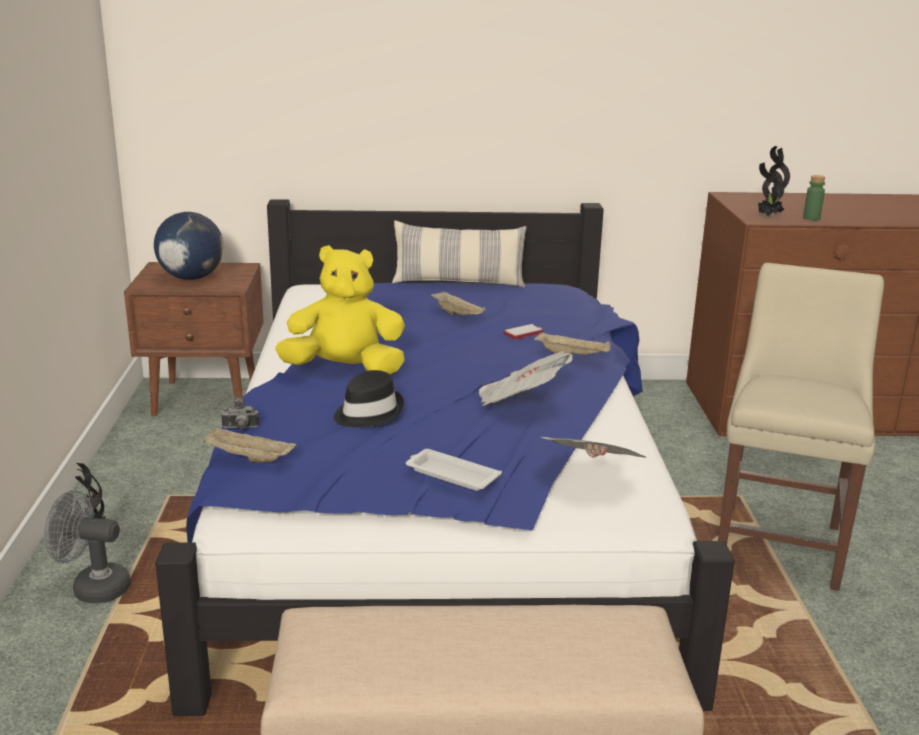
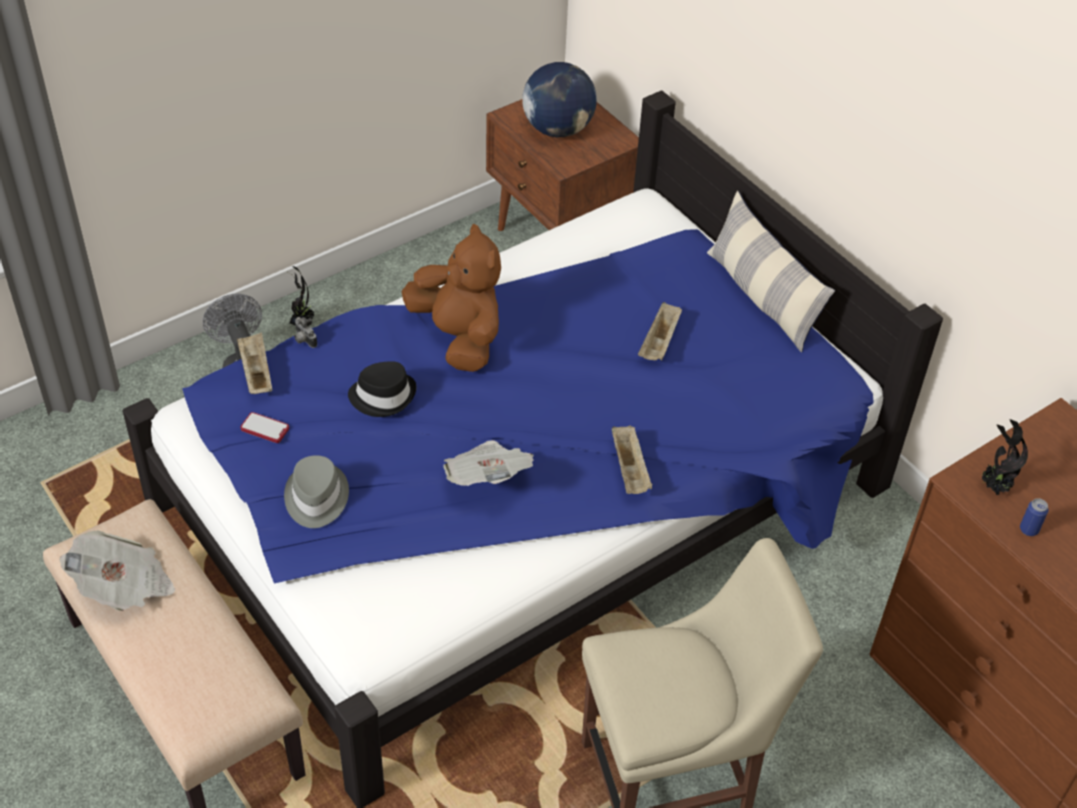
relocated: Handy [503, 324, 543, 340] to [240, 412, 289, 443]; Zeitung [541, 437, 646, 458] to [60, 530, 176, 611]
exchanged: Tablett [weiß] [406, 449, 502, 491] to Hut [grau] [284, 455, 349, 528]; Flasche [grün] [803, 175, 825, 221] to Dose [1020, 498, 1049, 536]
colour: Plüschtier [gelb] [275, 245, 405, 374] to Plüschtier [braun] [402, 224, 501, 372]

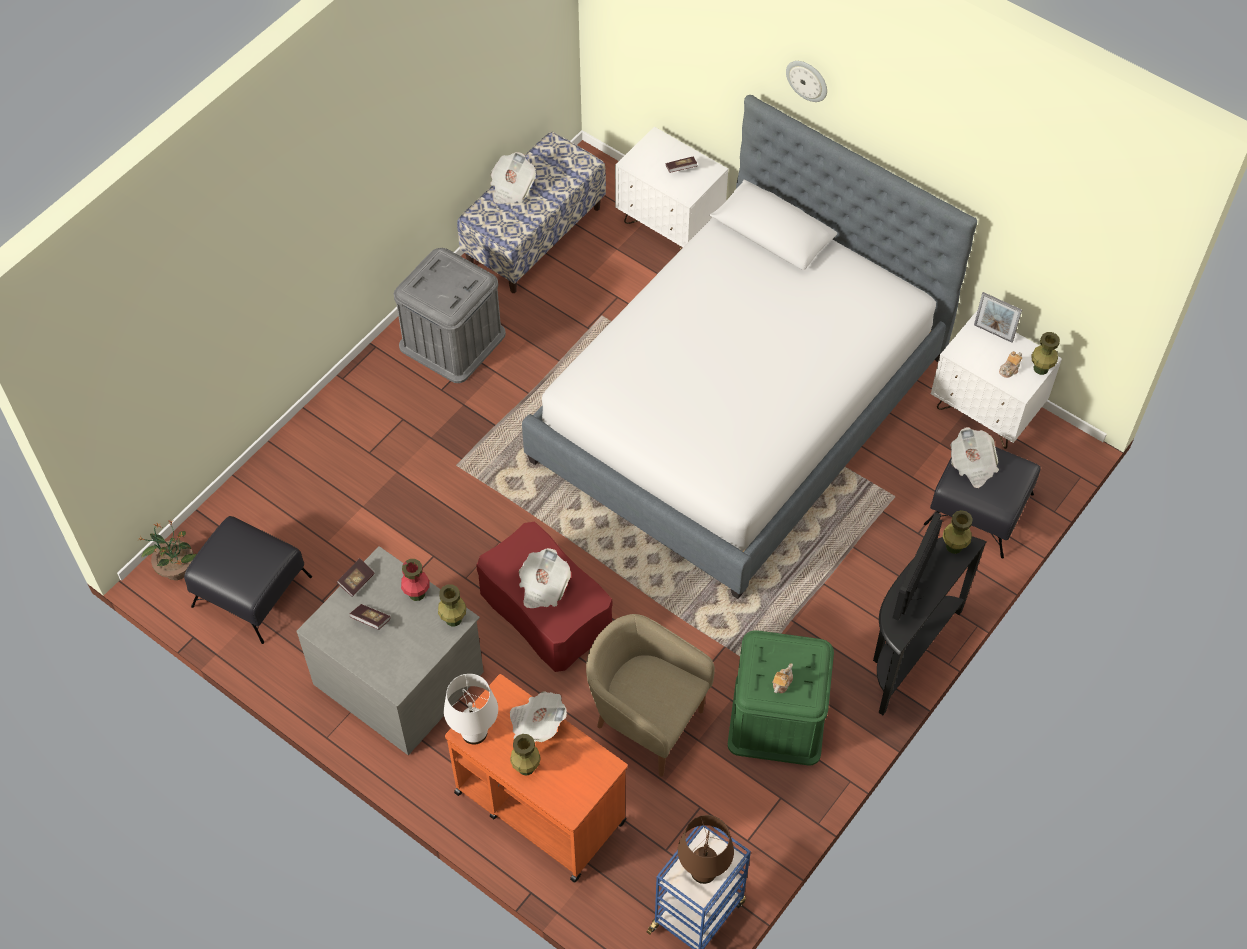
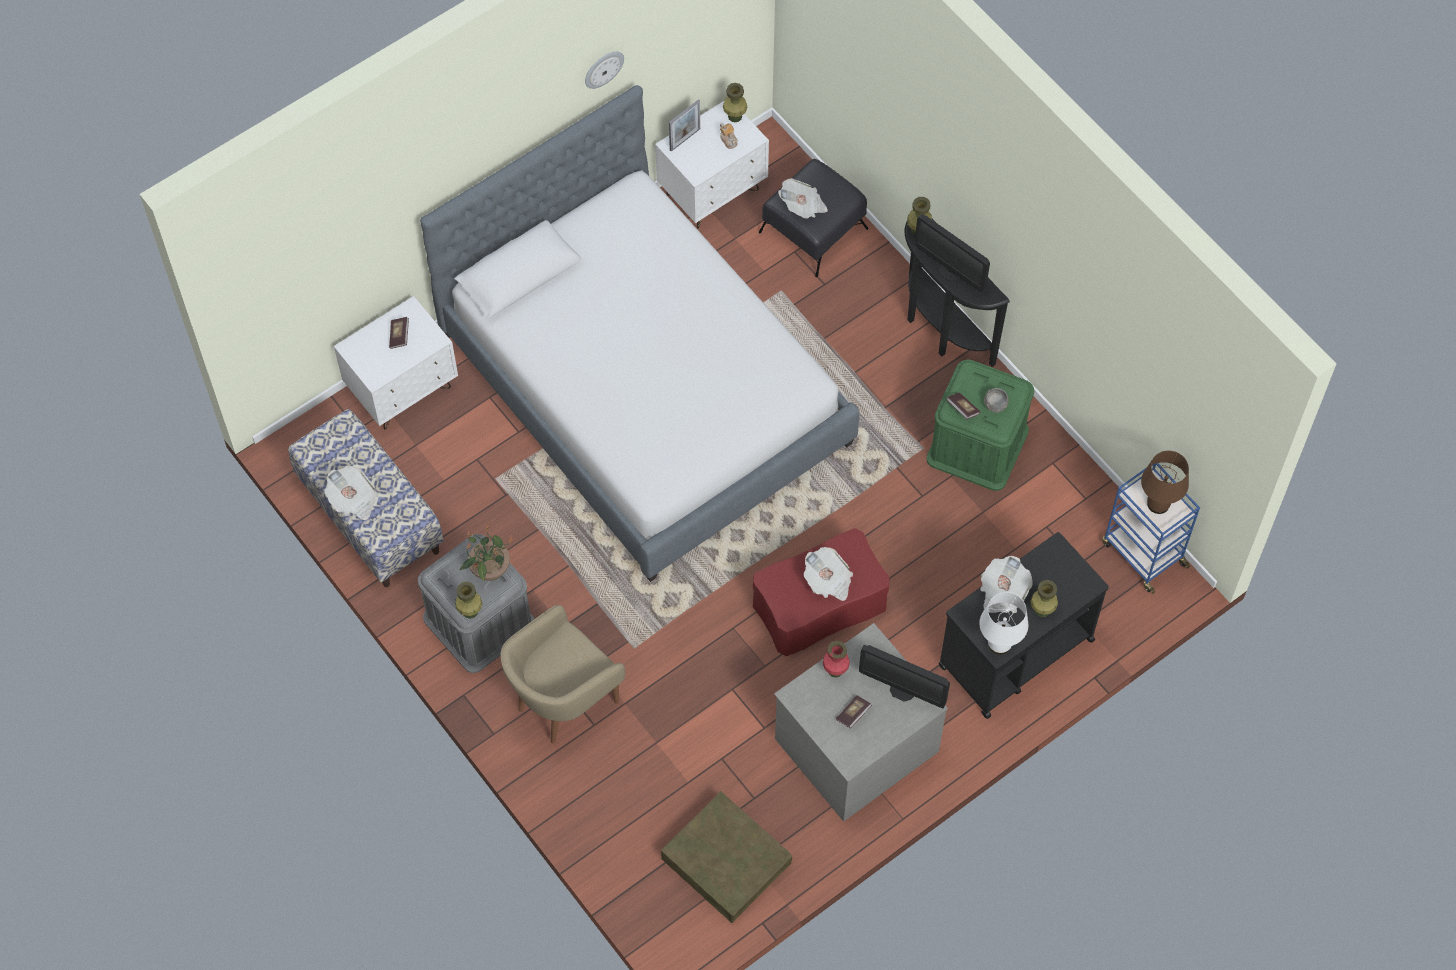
appeared: Monitor [859, 645, 950, 708]
relocated: Topfpflanze [137, 519, 197, 580] to [459, 526, 514, 582]; Buch [337, 558, 375, 597] to [947, 393, 980, 419]; Vase [grün] [438, 585, 466, 626] to [455, 582, 482, 619]; Sessel [beige] [586, 614, 715, 777] to [500, 605, 625, 744]; Wanduhr [786, 61, 827, 102] to [585, 52, 624, 89]
exchanged: Polsterhocker [schwarz] [184, 516, 312, 644] to Aufbewahrungsbox [braun] [661, 791, 792, 923]; Teekanne [772, 663, 793, 693] to Schüssel [grau] [984, 388, 1009, 413]
colour: Rollwagen [orange] [445, 674, 628, 883] to Rollwagen [schwarz] [939, 532, 1109, 719]

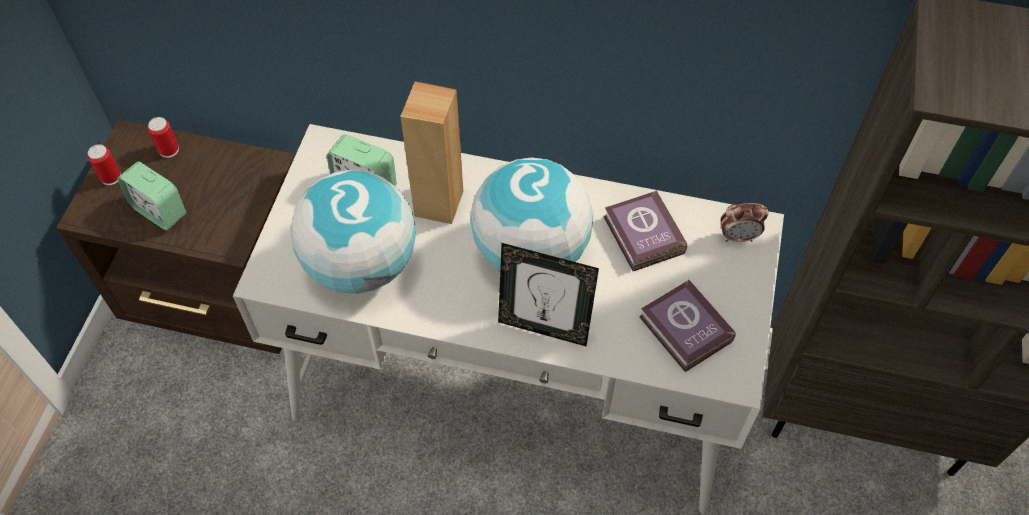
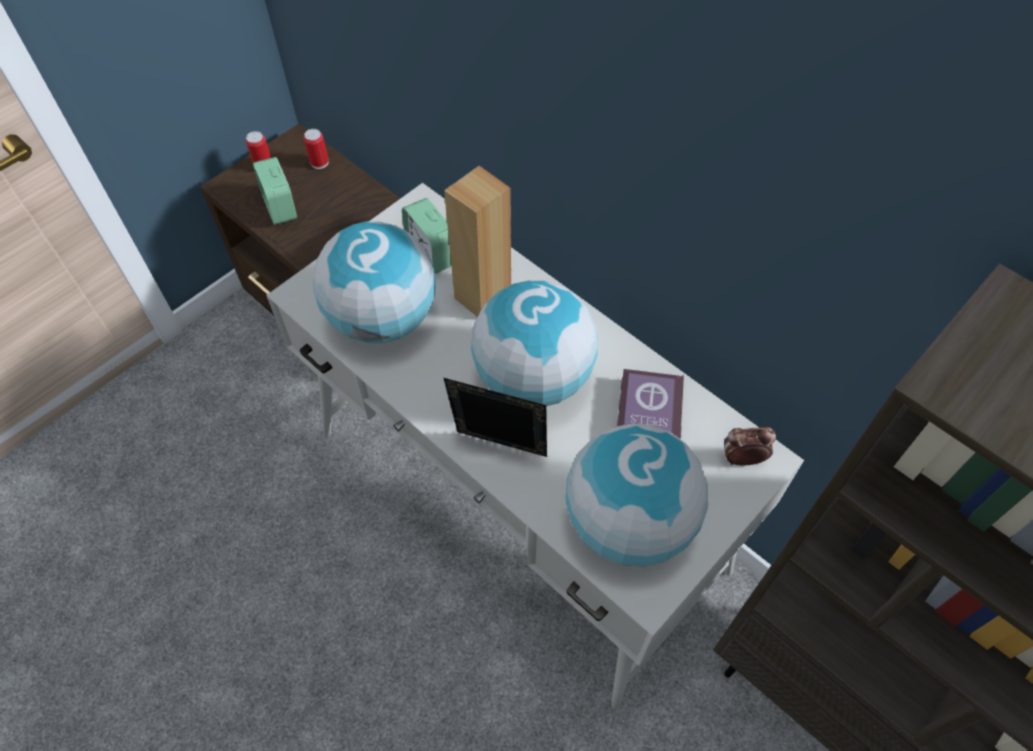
exchanged: Buch [639, 279, 736, 372] to Globus [566, 423, 708, 567]
spun: Bilderrahmen [498, 243, 599, 346] = [444, 378, 547, 457] 150 degrees clockwise; Wecker [721, 203, 768, 242] = [724, 427, 776, 466] 150 degrees clockwise

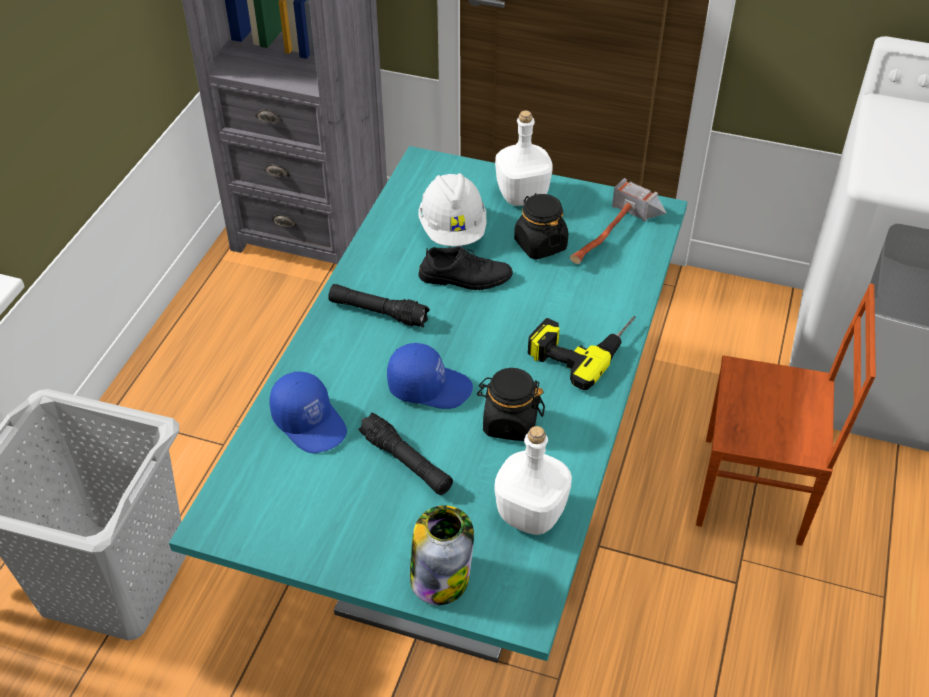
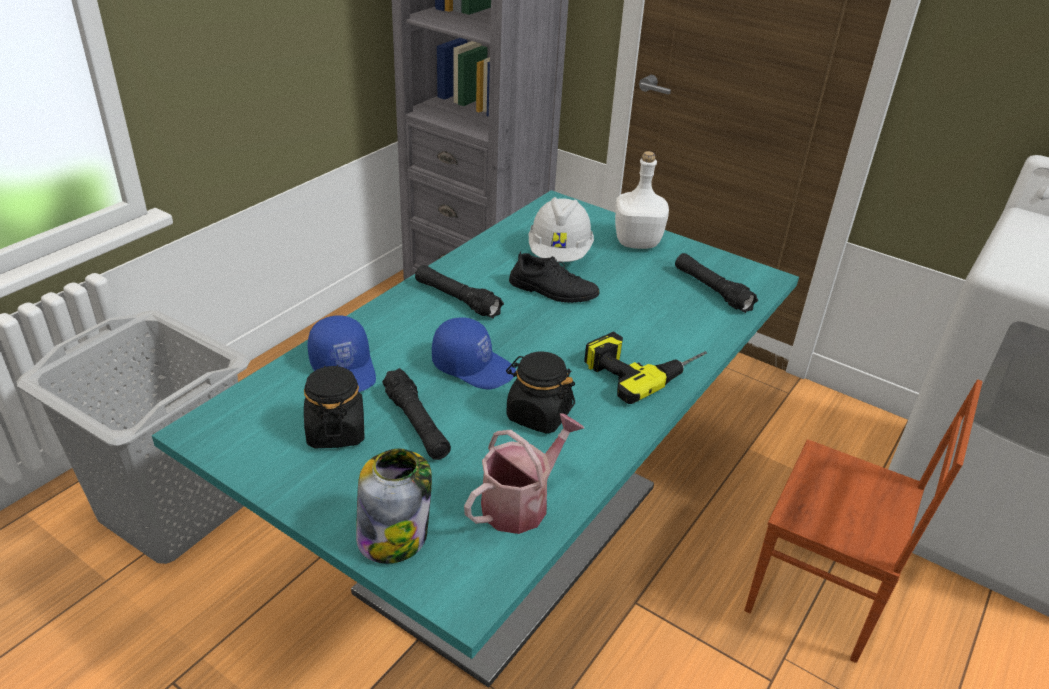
relocated: Vorratsglas [schwarz] [514, 193, 568, 260] to [304, 365, 365, 449]
exchanged: Flasche [weiß] [494, 426, 572, 535] to Gießkanne [464, 413, 584, 534]; Hammer [570, 178, 667, 264] to Taschenlampe [schwarz] [675, 253, 758, 313]

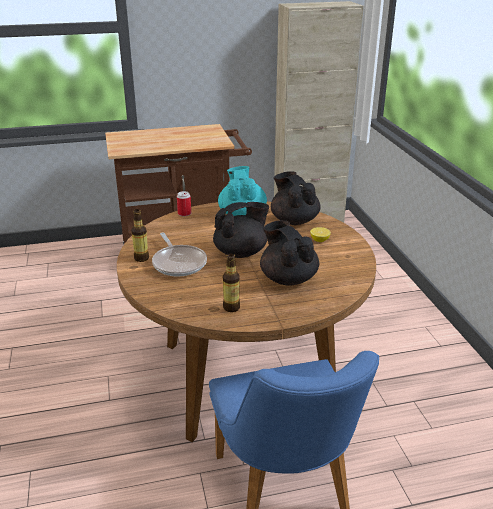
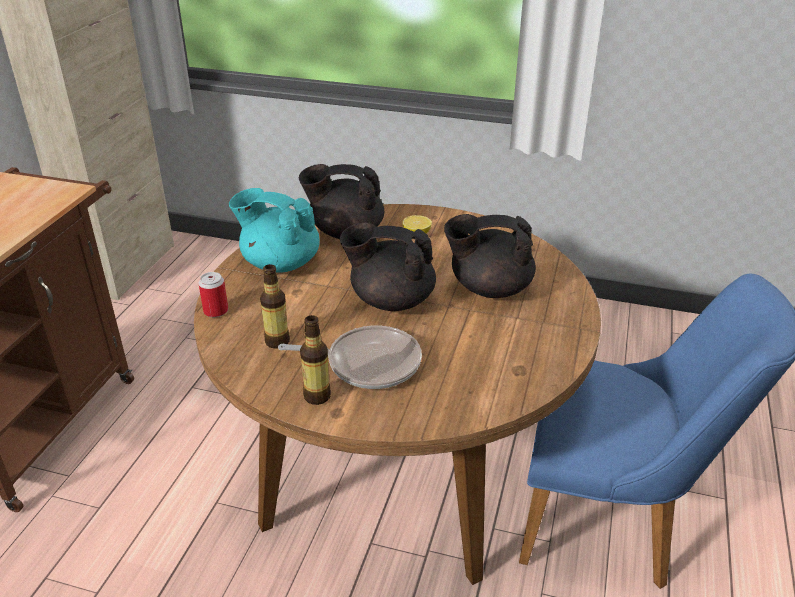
relocated: Flasche [223, 254, 240, 312] to [260, 264, 290, 349]
spun: Teekanne [schwarz] [213, 202, 269, 258] = [340, 222, 436, 311] 75 degrees counterclockwise

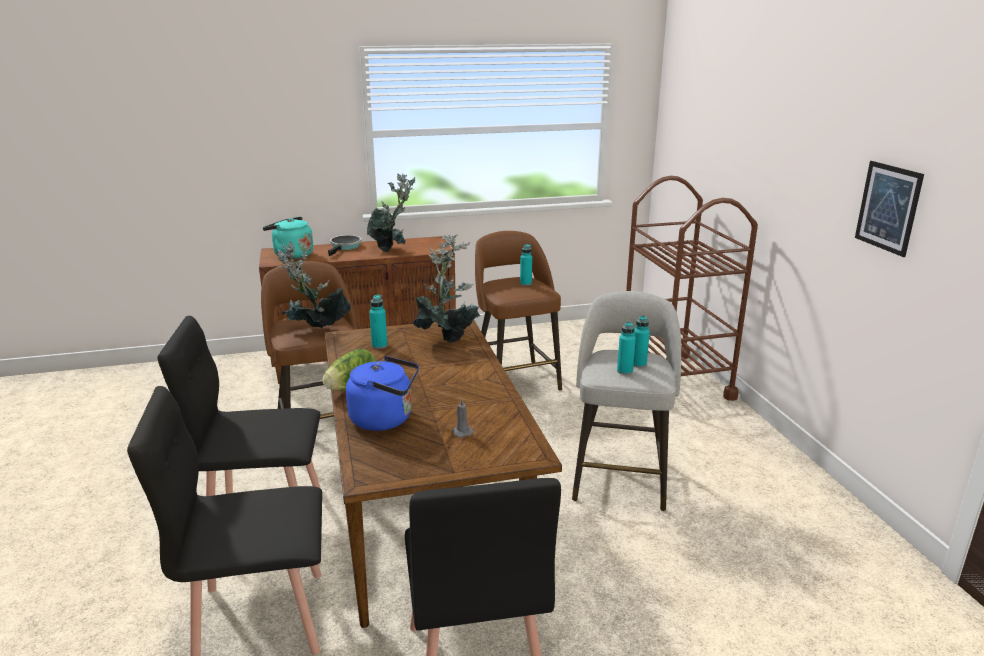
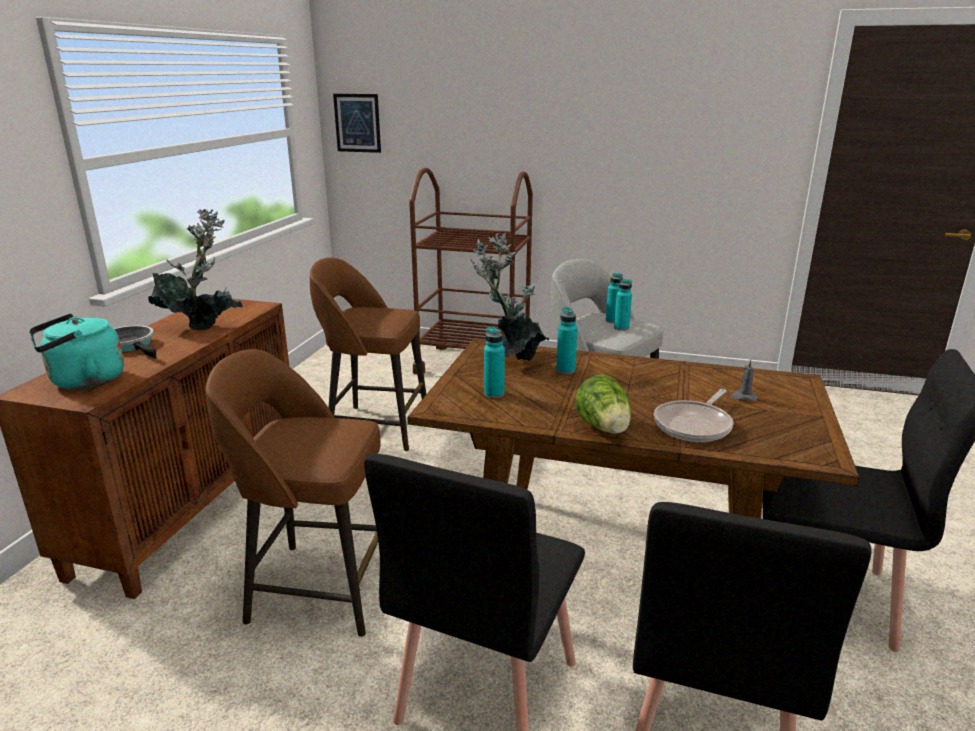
missing: Topfpflanze [277, 242, 351, 328]
relocated: Flasche [türkis] [520, 244, 532, 286] to [556, 307, 578, 374]; Bild [855, 161, 924, 257] to [333, 94, 381, 153]
exchanged: Wasserkessel [blau] [346, 356, 419, 431] to Pfanne [654, 389, 733, 442]

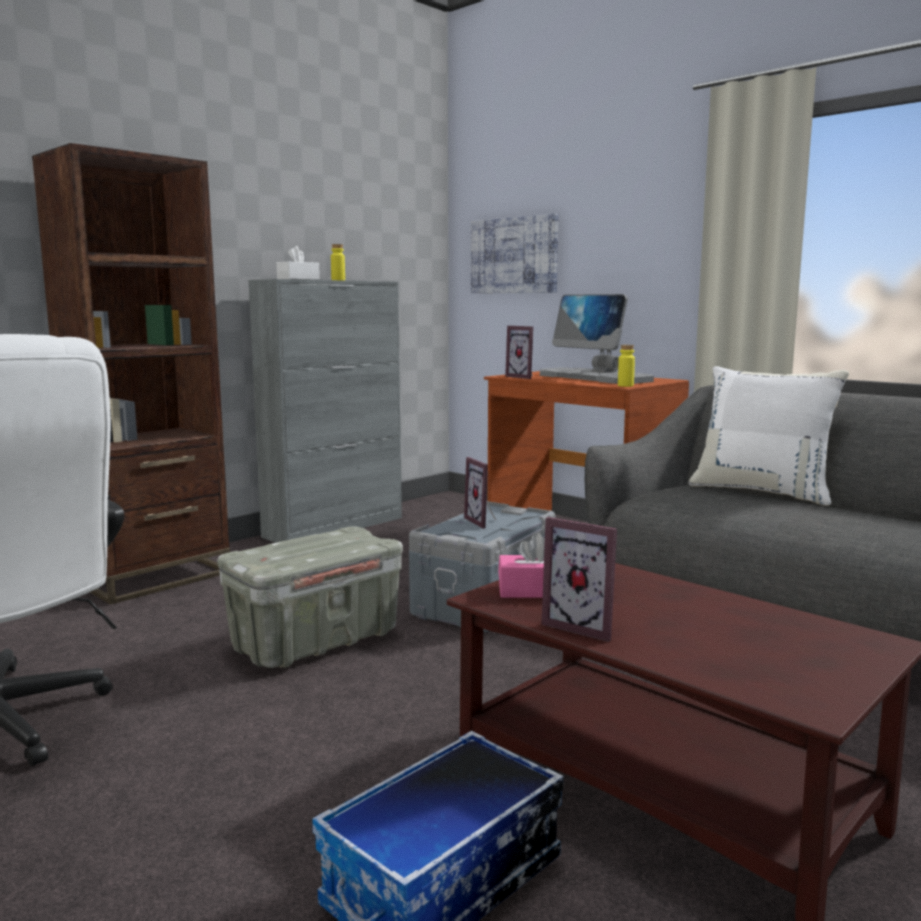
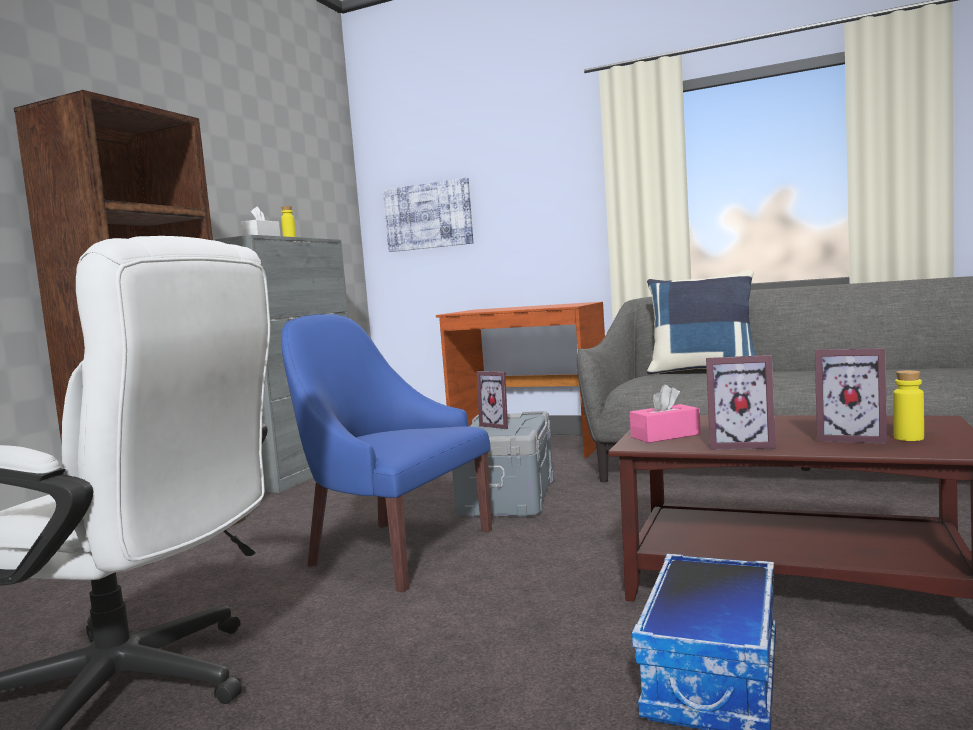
missing: Monitor [540, 294, 654, 384]
relocated: Bilderrahmen [505, 326, 533, 379] to [815, 348, 887, 444]; Flasche [gelb] [618, 345, 635, 387] to [893, 370, 924, 441]
exchanged: Aufbewahrungsbox [grau] [217, 527, 403, 668] to Sessel [blau] [281, 314, 492, 592]
colour: Kissen [weiß] [688, 366, 849, 506] to Kissen [blau] [647, 270, 756, 375]

